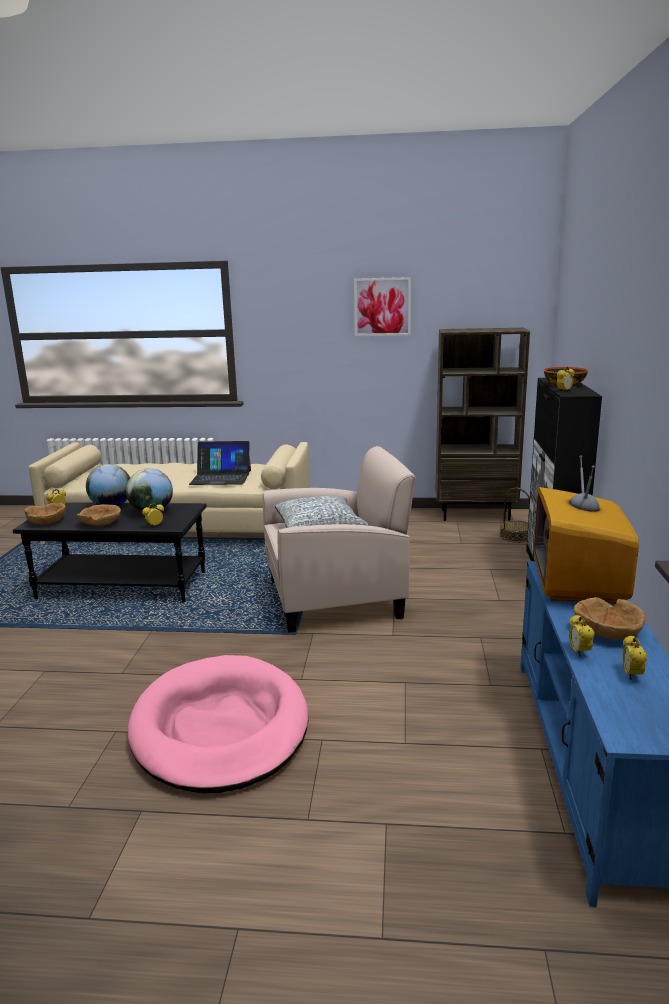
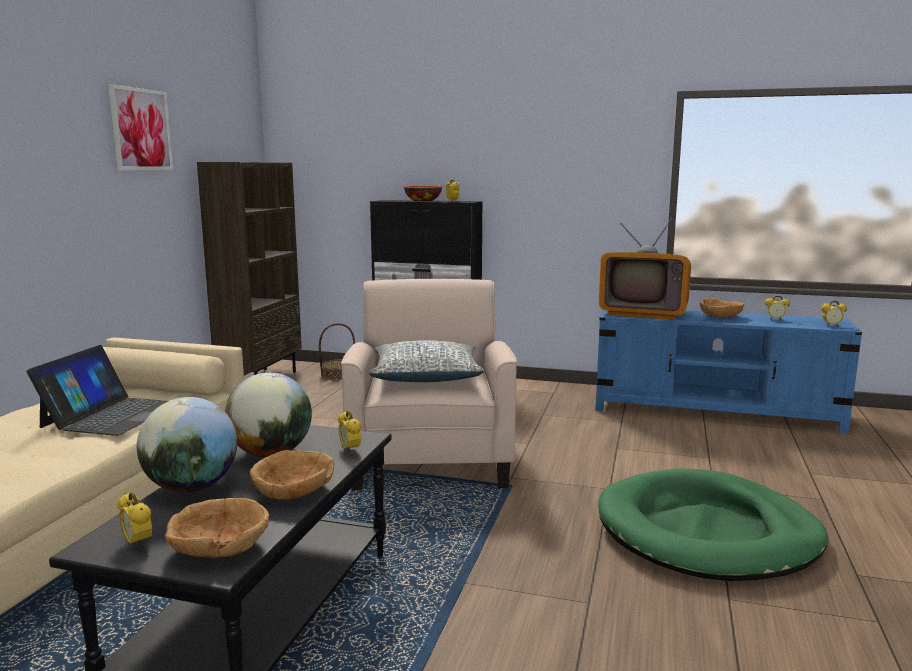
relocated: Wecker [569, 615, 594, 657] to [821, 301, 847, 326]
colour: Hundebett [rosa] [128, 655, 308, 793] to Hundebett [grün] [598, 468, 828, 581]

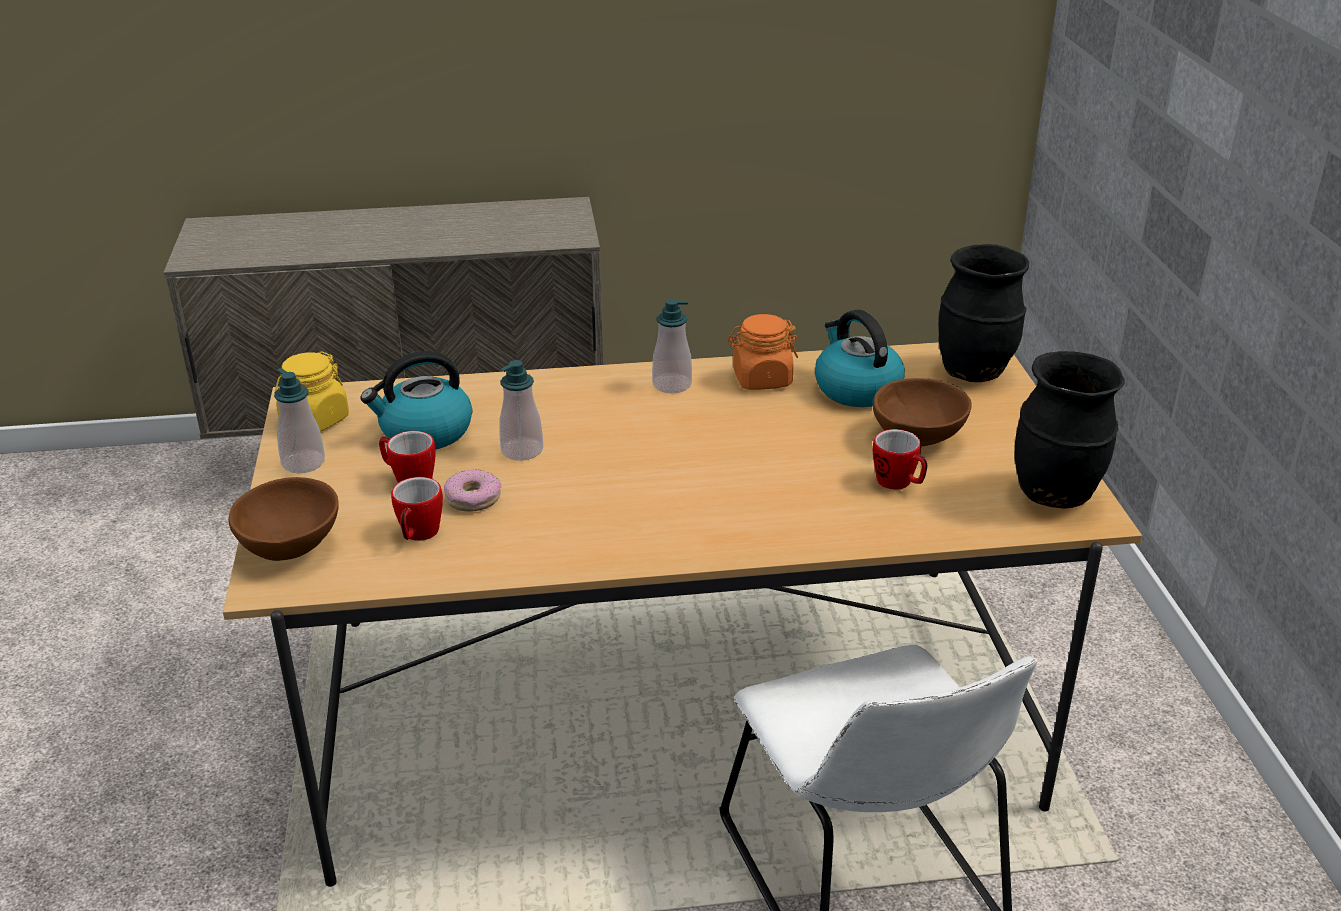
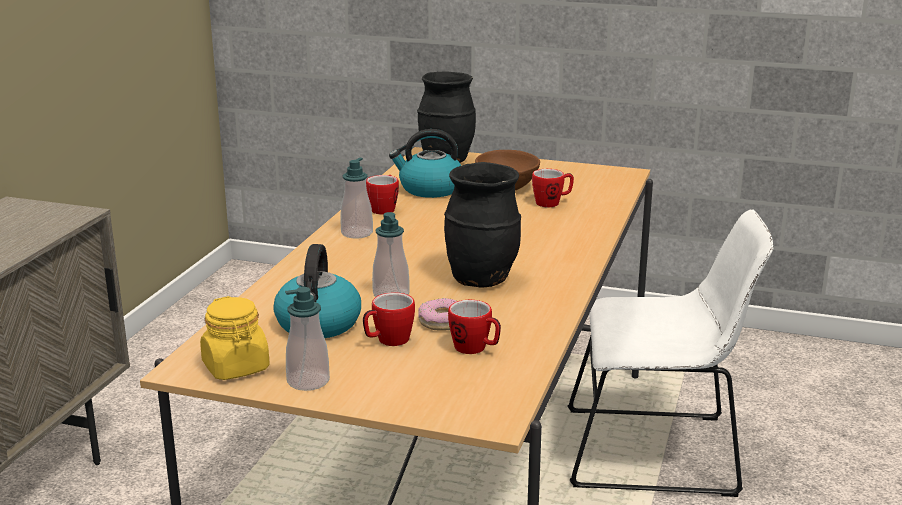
missing: Schüssel [braun] [229, 477, 339, 561]
relocated: Vase [schwarz] [1014, 351, 1125, 509] to [444, 162, 521, 288]
exchanged: Vorratsglas [orange] [728, 314, 798, 390] to Henkelbecher [366, 175, 399, 215]

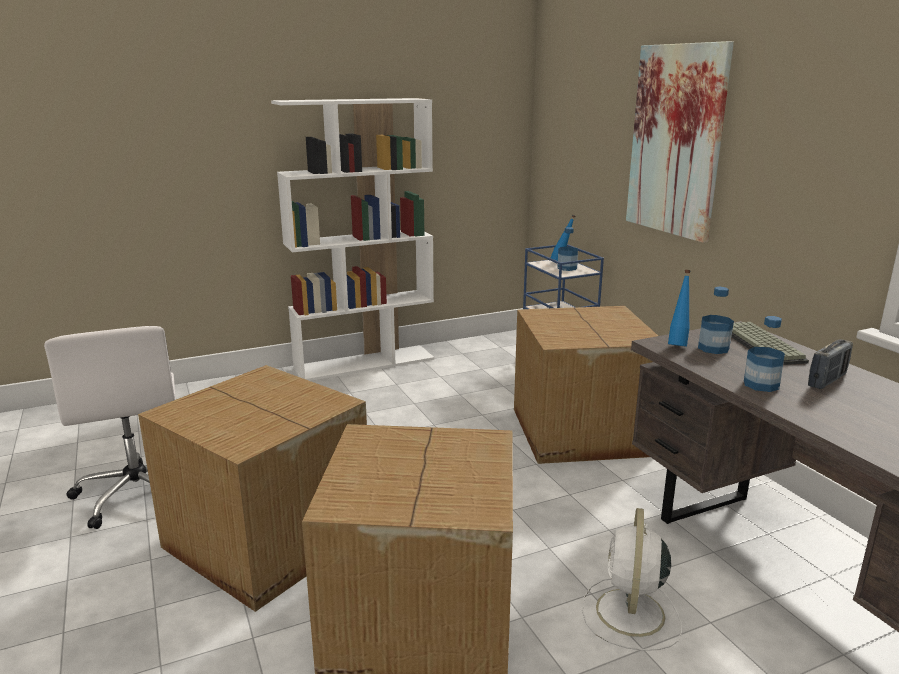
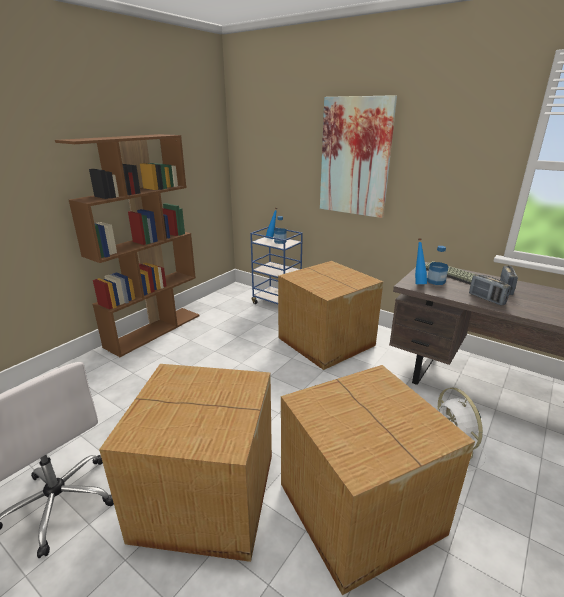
exchanged: Flasche [744, 316, 785, 392] to Radio [469, 274, 511, 306]
colour: Bücherregal [weiß] [271, 98, 434, 381] to Bücherregal [braun] [55, 134, 200, 357]

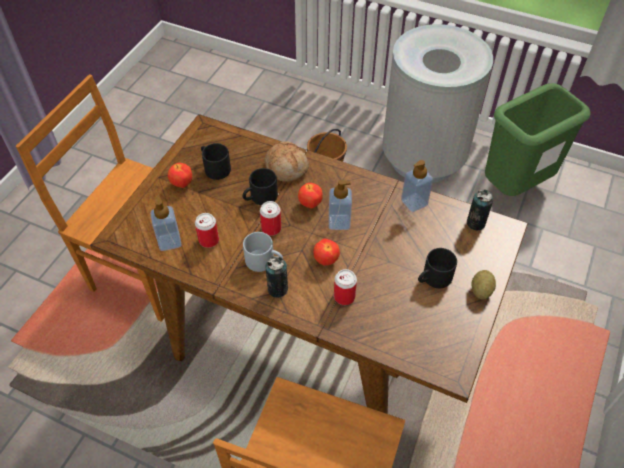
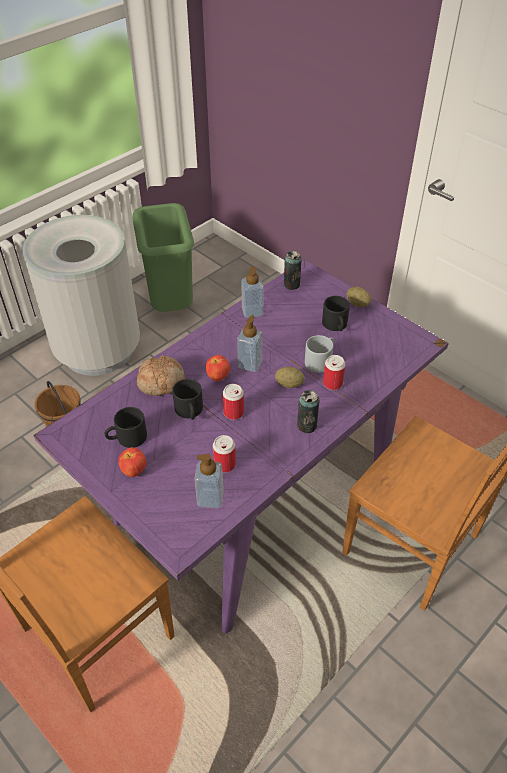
relocated: Henkelbecher [grau] [243, 232, 283, 272] to [305, 335, 334, 373]
exchanged: Apfel [314, 239, 340, 266] to Kartoffel [275, 367, 304, 388]
colour: Esstisch [braun] [90, 114, 528, 414] to Esstisch [lila] [33, 259, 449, 633]

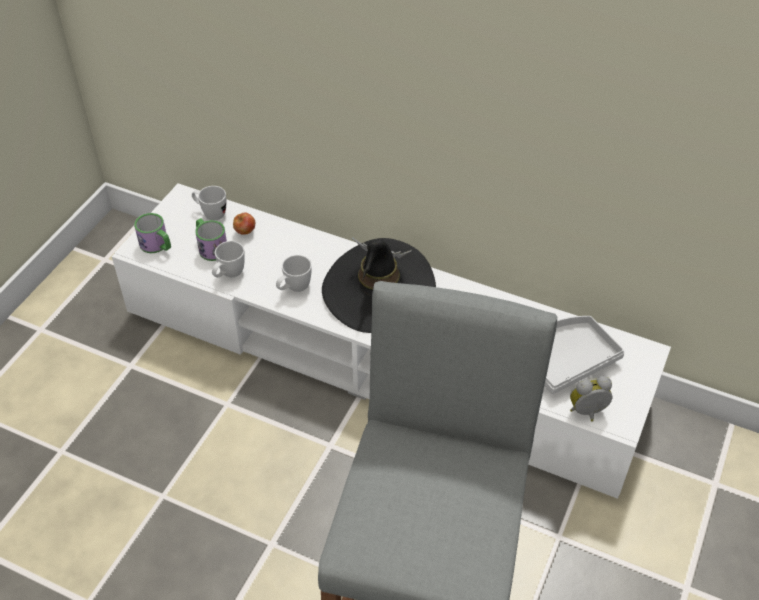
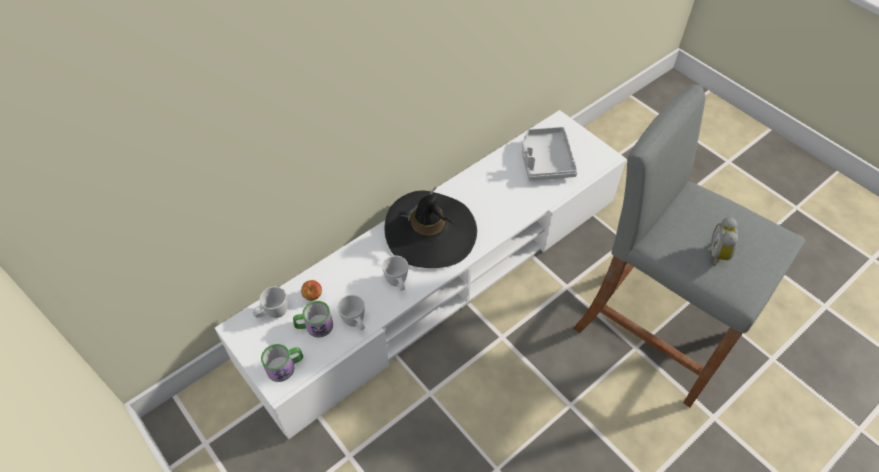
relocated: Wecker [570, 376, 612, 422] to [711, 217, 738, 266]

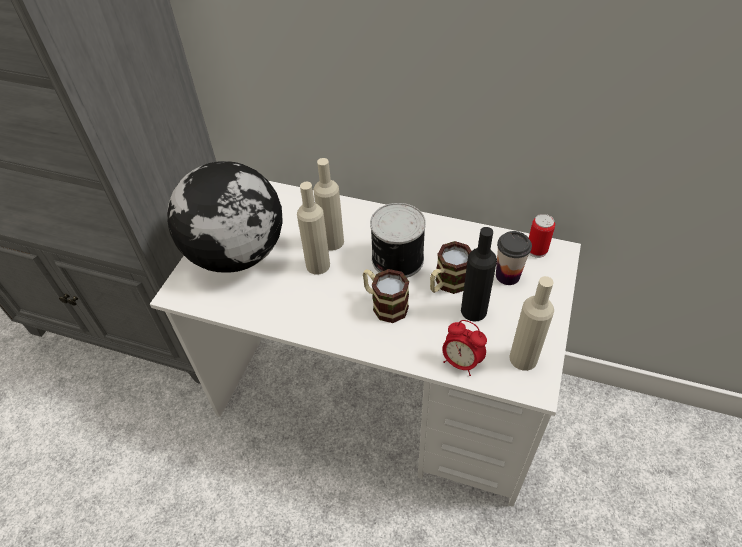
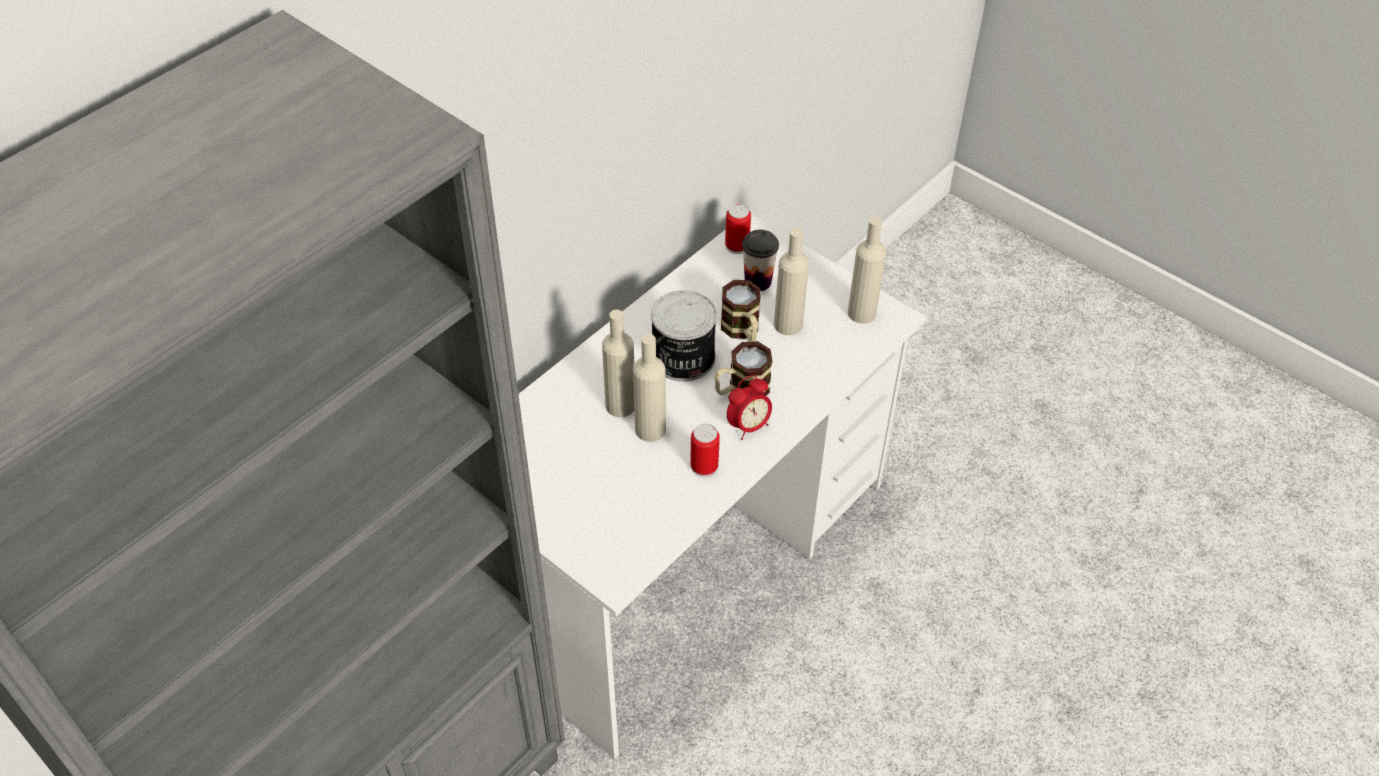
missing: Globus [167, 161, 283, 273]
appeared: Dose [690, 423, 720, 477]
relocated: Wecker [442, 320, 487, 376] to [727, 375, 772, 440]
colour: Flasche [schwarz] [461, 227, 497, 322] to Flasche [beige] [774, 228, 809, 335]

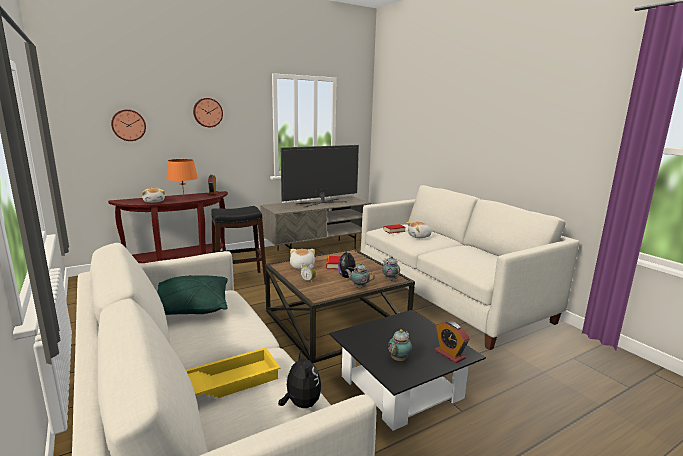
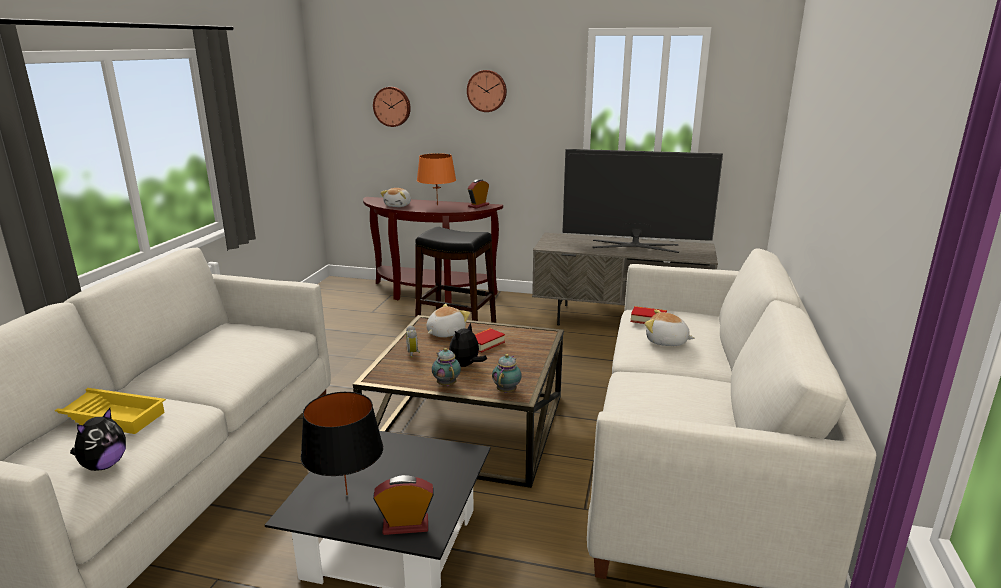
missing: Kissen [grün] [157, 275, 228, 315]
exchanged: Teekanne [388, 329, 412, 361] to Tischlampe [schwarz] [301, 392, 383, 495]
spun: Wecker [435, 321, 470, 363] = [373, 475, 434, 535] 75 degrees clockwise

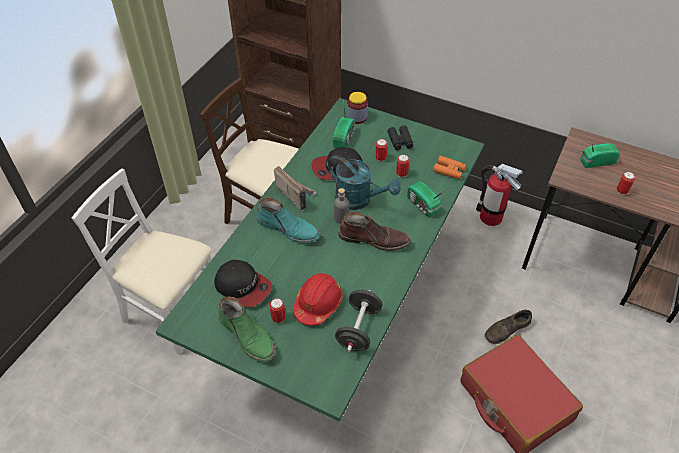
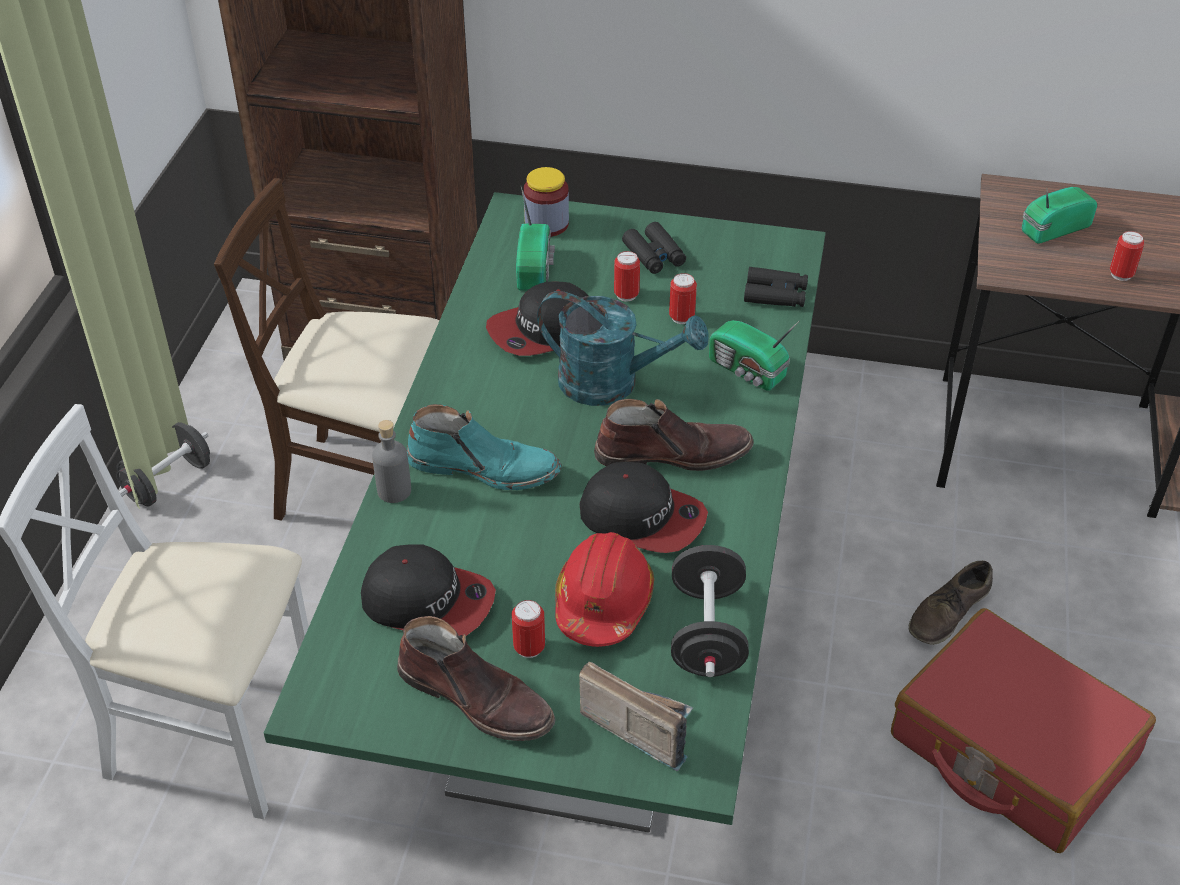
missing: Feuerlöscher [476, 164, 523, 226]
appeared: Hantel [schwarz] [116, 422, 210, 506]; Kappe [580, 462, 708, 553]
relocated: Radio [274, 166, 317, 211] to [579, 662, 693, 771]; Flasche [grau] [334, 188, 349, 224] to [372, 420, 411, 503]
colour: Stiefel [grün] [218, 297, 276, 362] to Stiefel [braun] [397, 616, 556, 741]; Fernglas [orange] [433, 155, 466, 179] to Fernglas [schwarz] [744, 267, 808, 307]

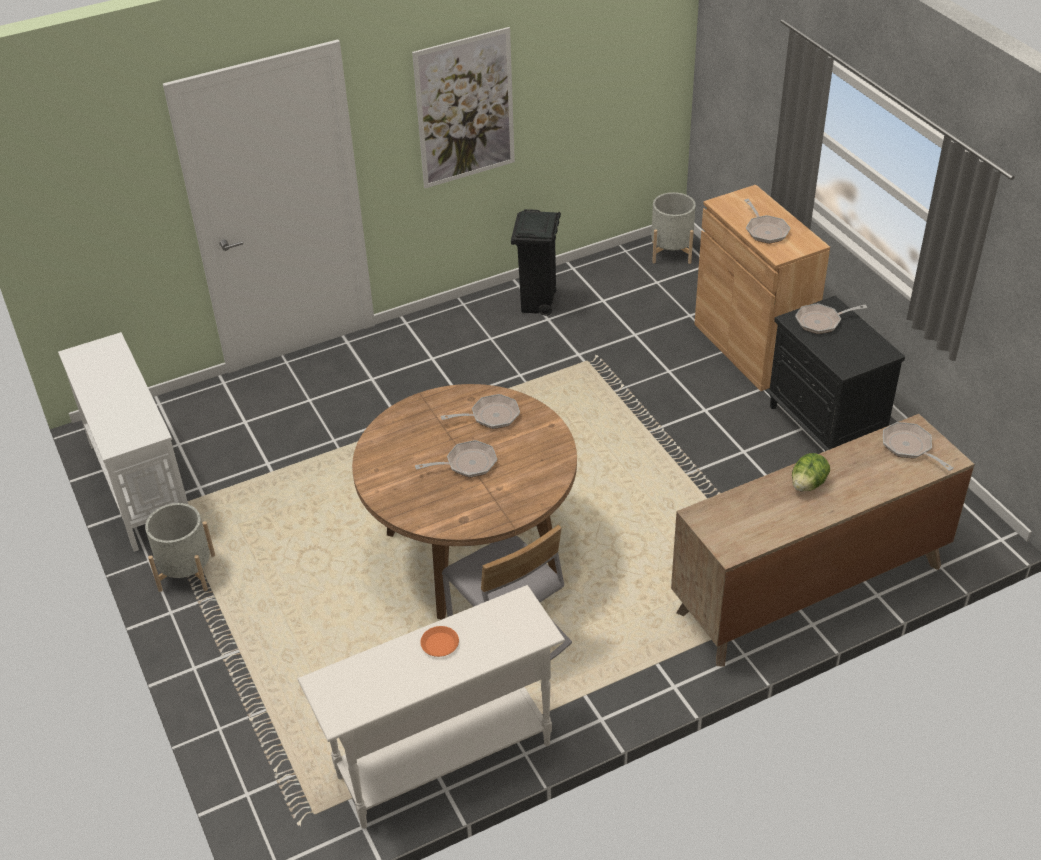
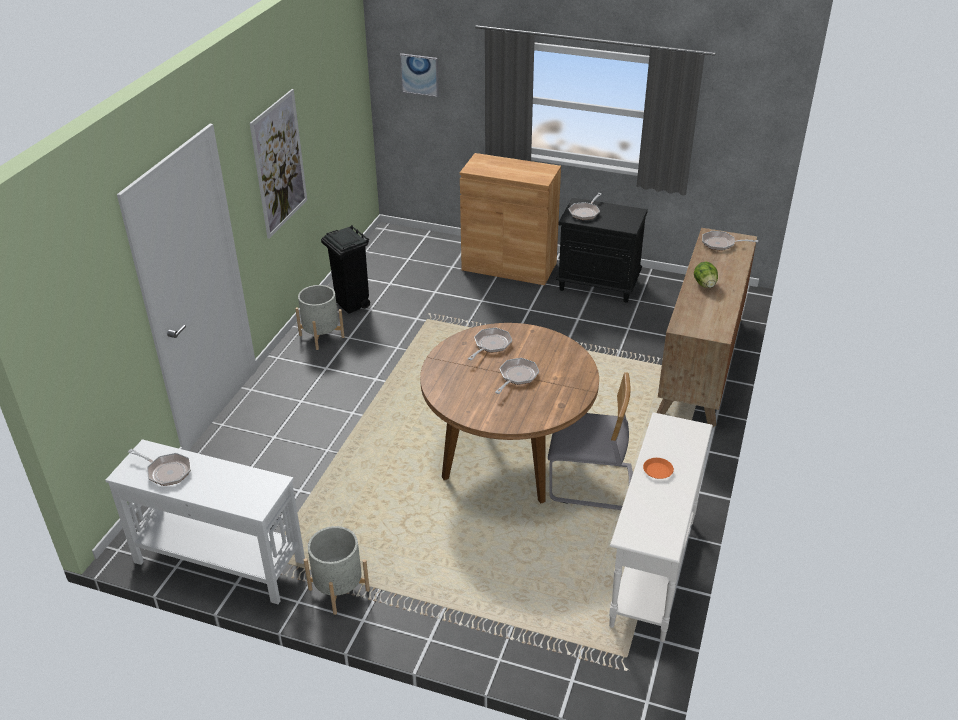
appeared: Bild [400, 53, 439, 97]
relocated: Pflanzkübel [grau] [651, 192, 696, 264] to [295, 285, 344, 350]; Pfanne [744, 199, 790, 244] to [128, 449, 191, 486]

